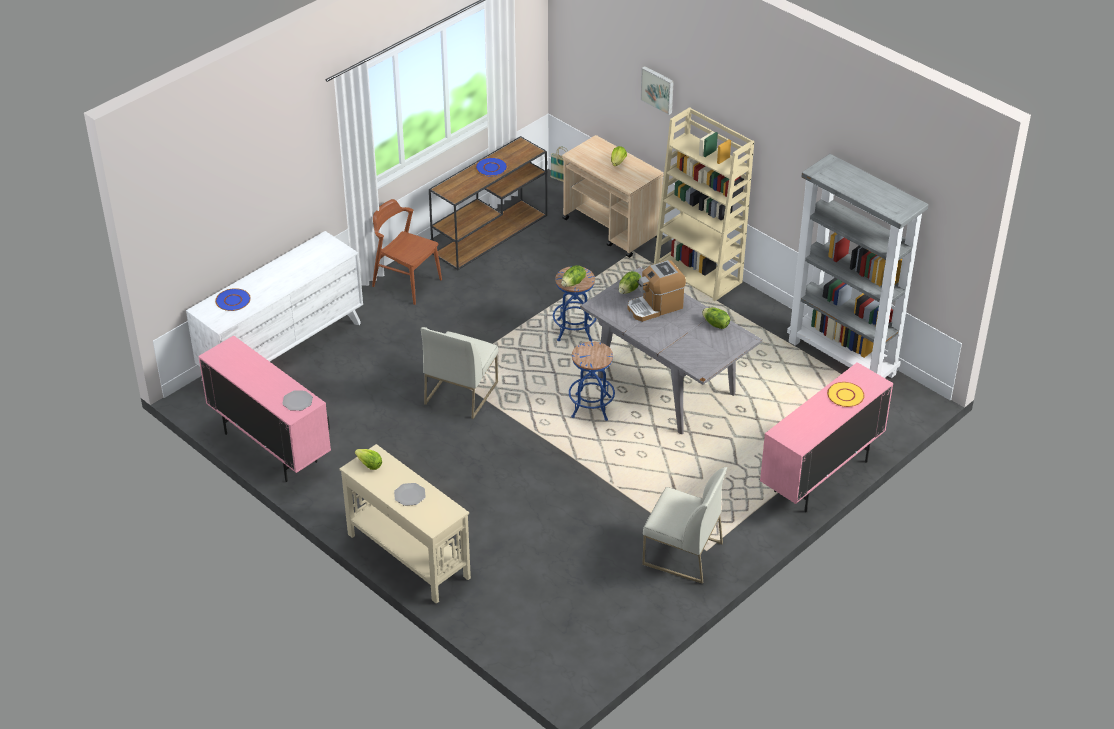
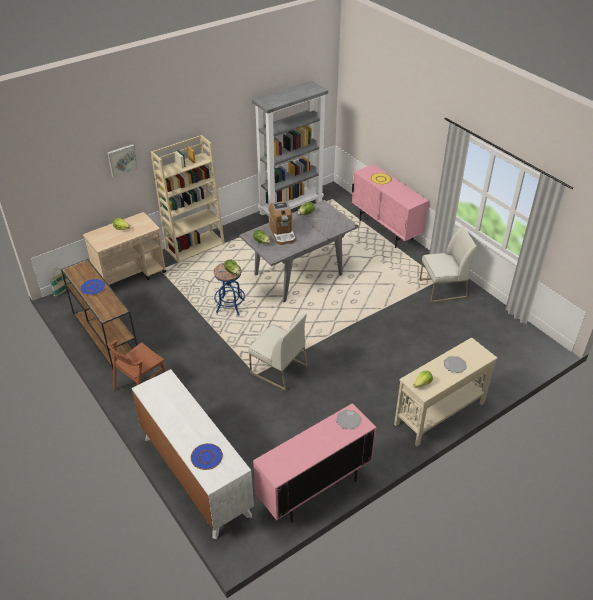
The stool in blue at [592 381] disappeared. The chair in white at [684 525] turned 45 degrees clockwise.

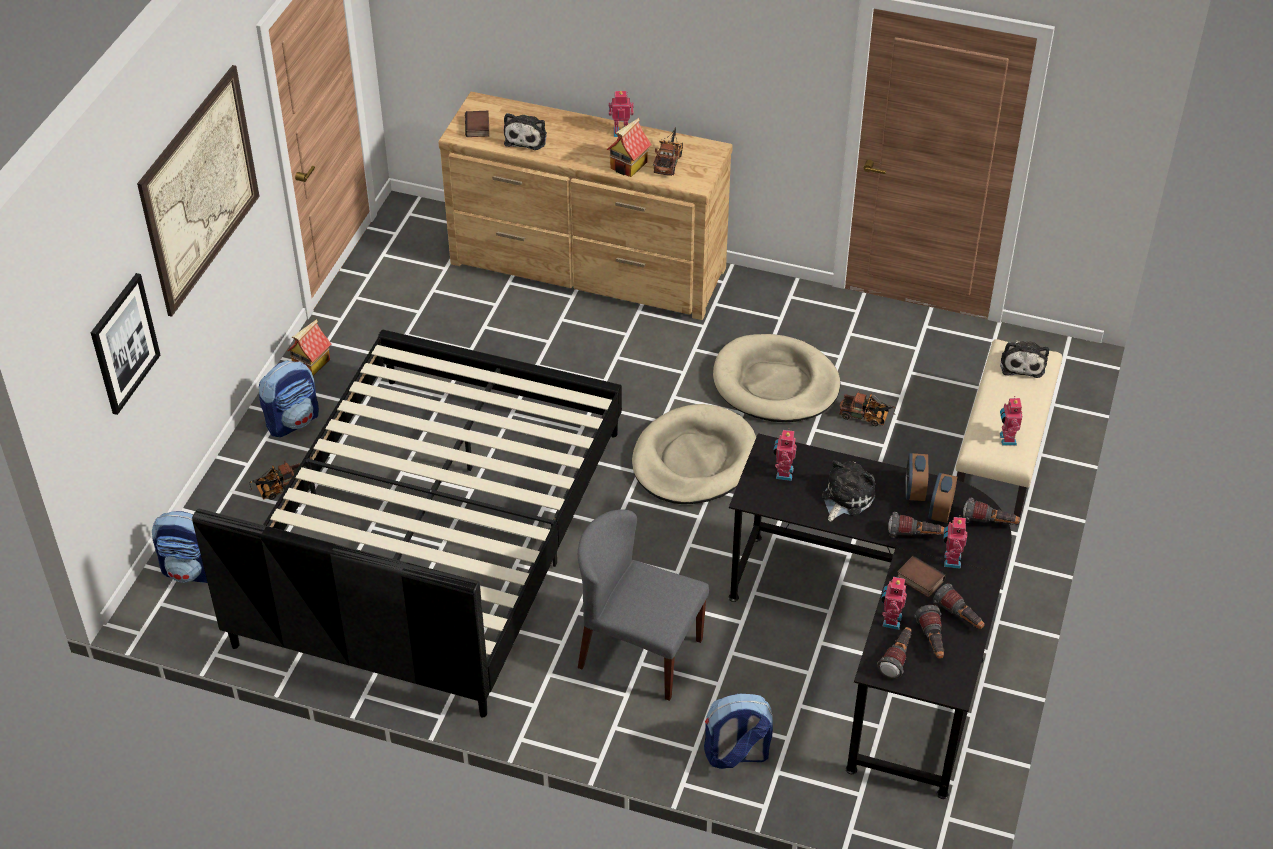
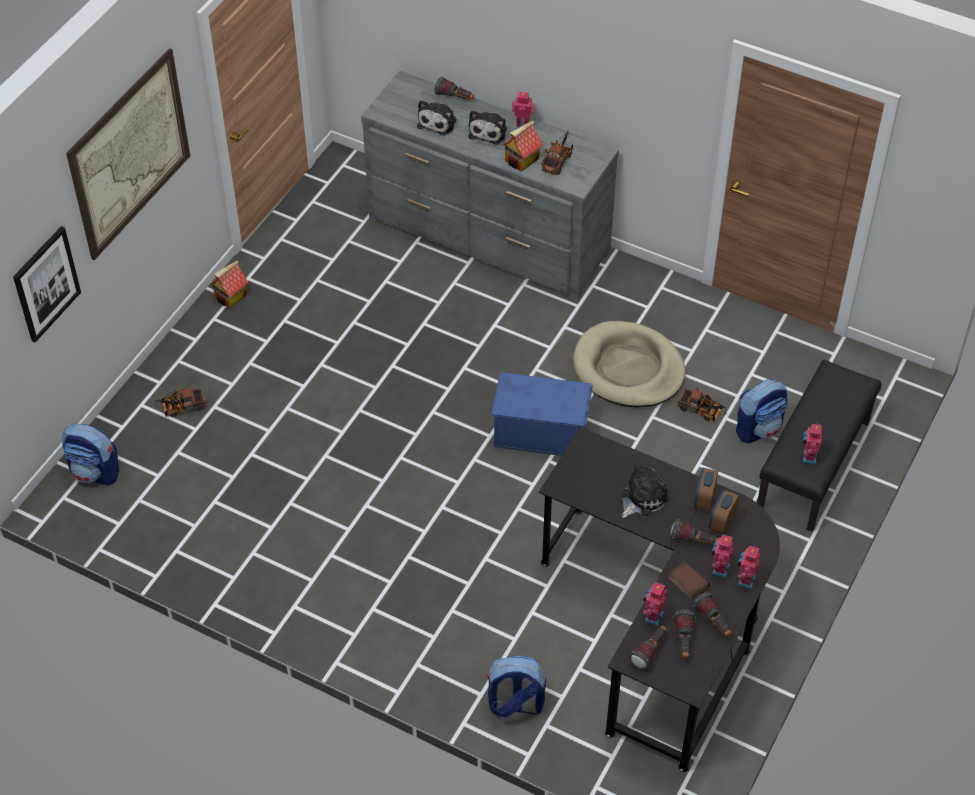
The bed in black at [407 524] disappeared. The backpack moved from [289 398] to [762 411]. The dresser in brown at [585 206] became the dresser in grey at [490 185]. The book at [477 124] disappeared. The chair in grey at [643 605] disappeared. The dog bed in beige at [694 454] was replaced by the storage box in blue at [542 414]. The toy robot moved from [784 454] to [749 567]. The bench in beige at [1009 432] became the bench in black at [819 446]. The flashlight moved from [991 511] to [455 88]. The plush toy moved from [1024 359] to [487 127].

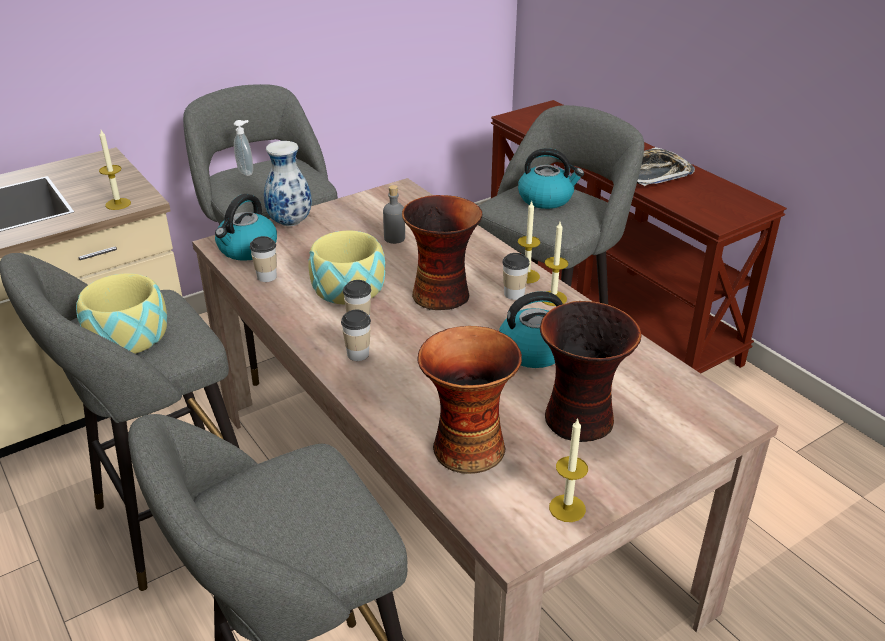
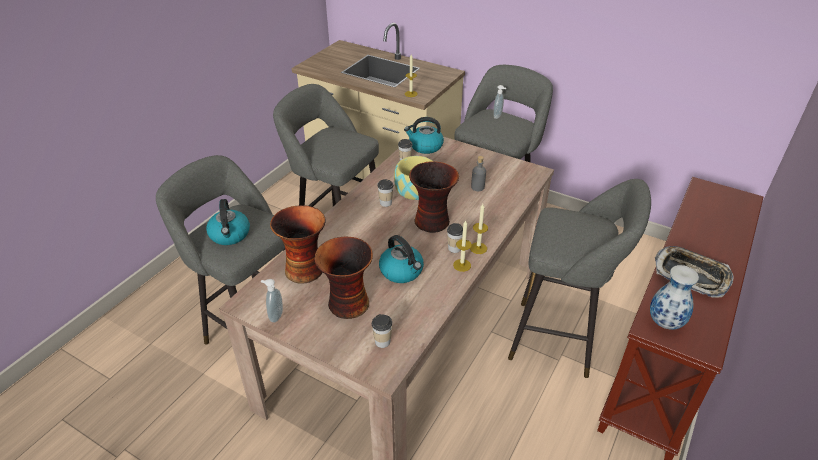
The bowl at [121 313] disappeared. The vase moved from [288 183] to [674 297]. The cup moved from [356 335] to [382 331]. The kettle moved from [551 178] to [228 222]. The candle at [568 470] was replaced by the soap dispenser at [272 301].

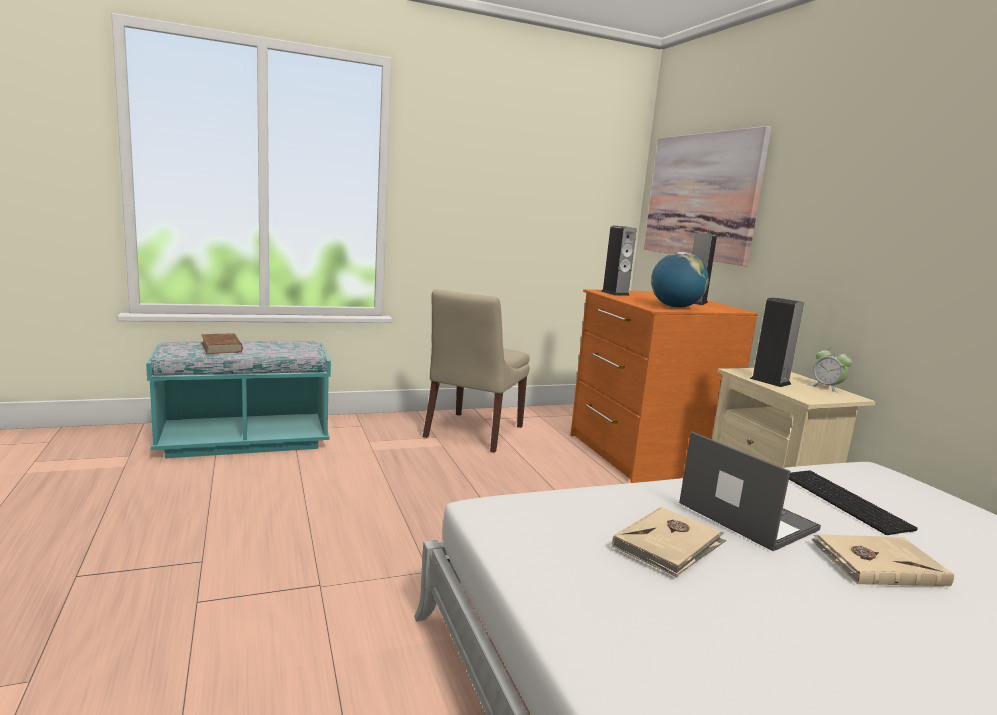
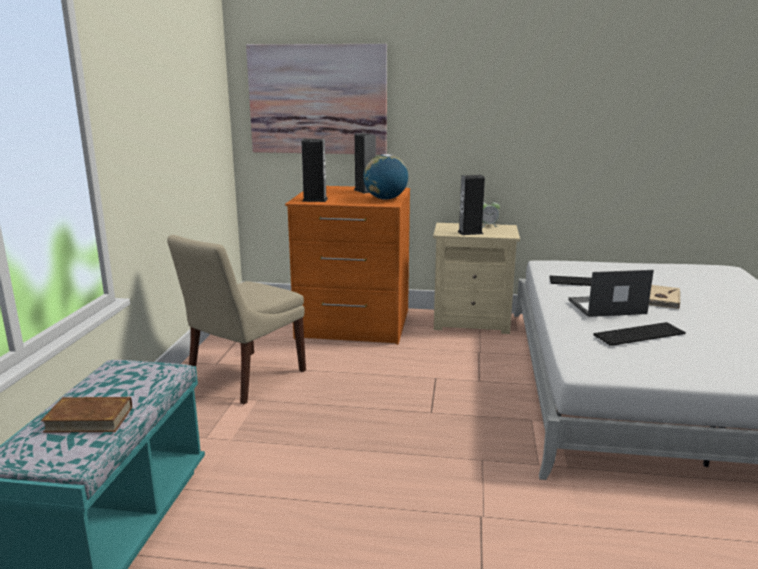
The chair in beige at [476 371] turned 75 degrees clockwise. The book in beige at [669 542] was replaced by the keyboard at [639 334].

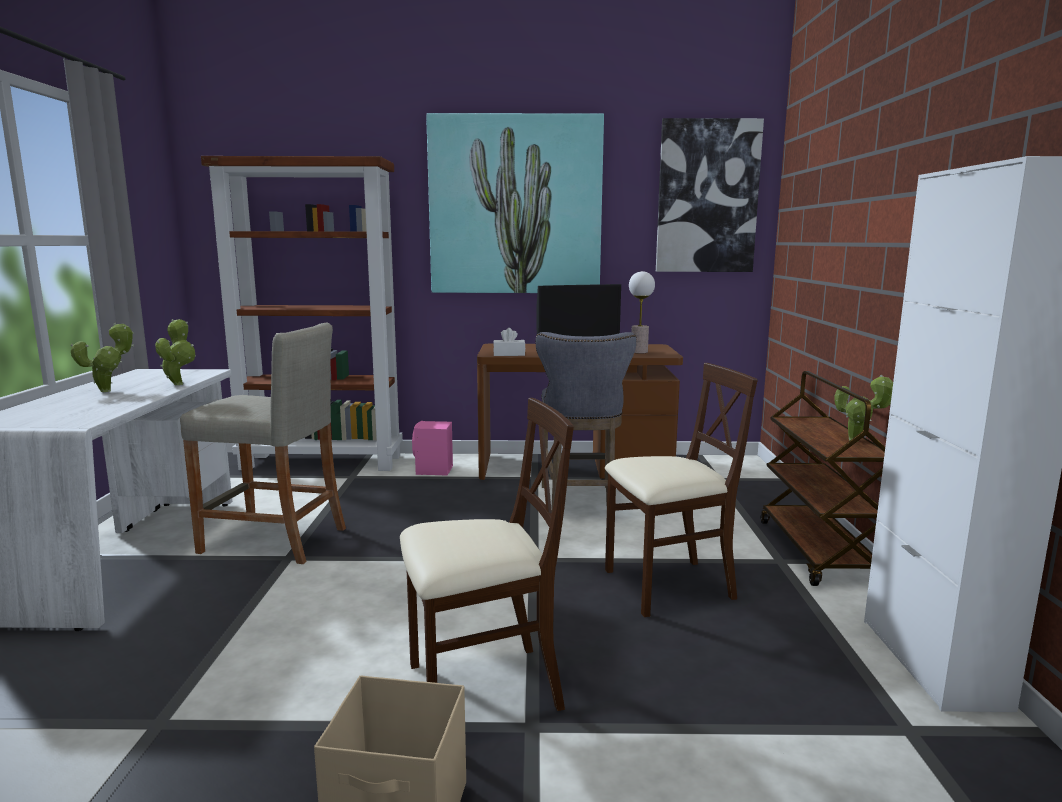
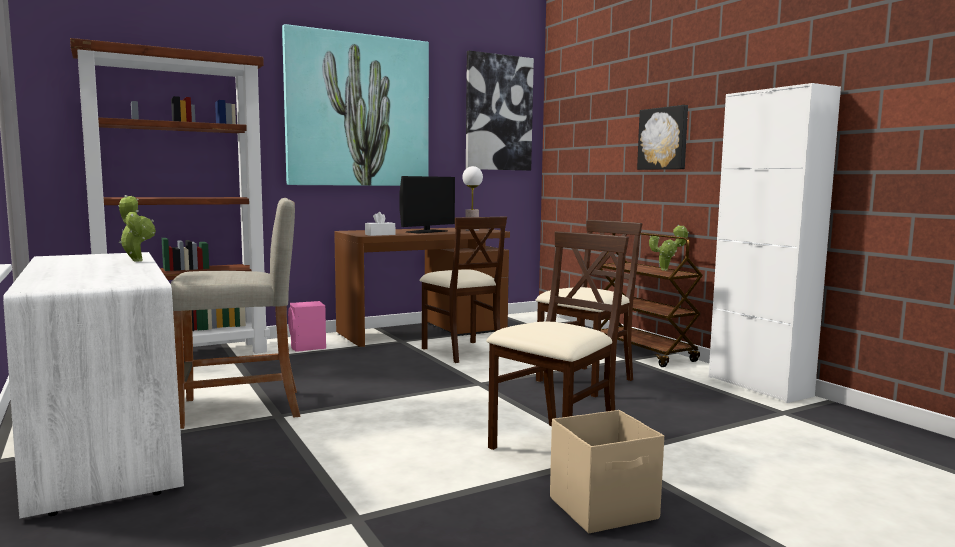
The potted plant at [102 357] disappeared. The stool in grey at [585 422] was replaced by the chair in beige at [463 289]. The picture at [662 137] appeared.

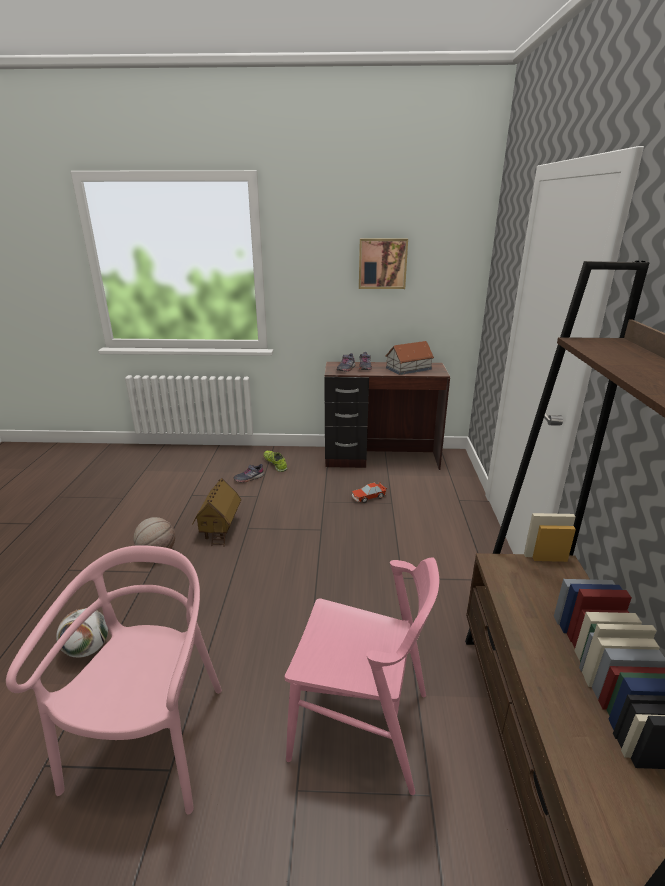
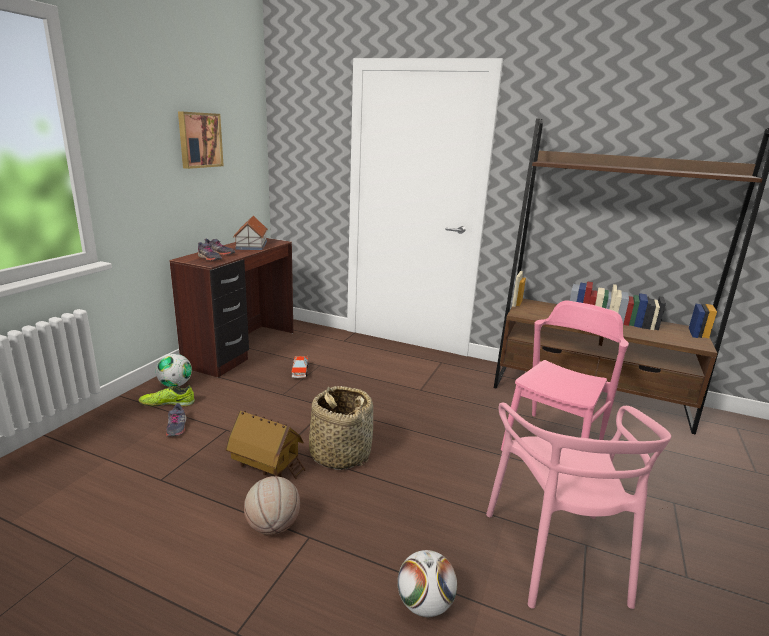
The chair in pink at [114 679] turned 120 degrees counterclockwise. The football at [174 370] appeared. The basket at [341 428] appeared.

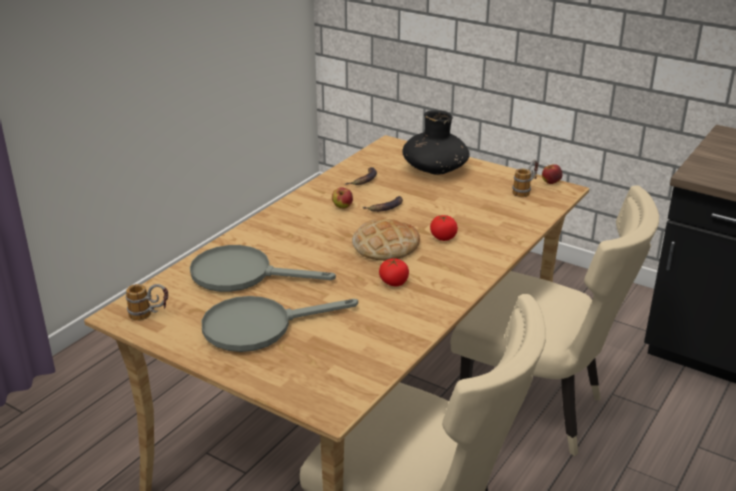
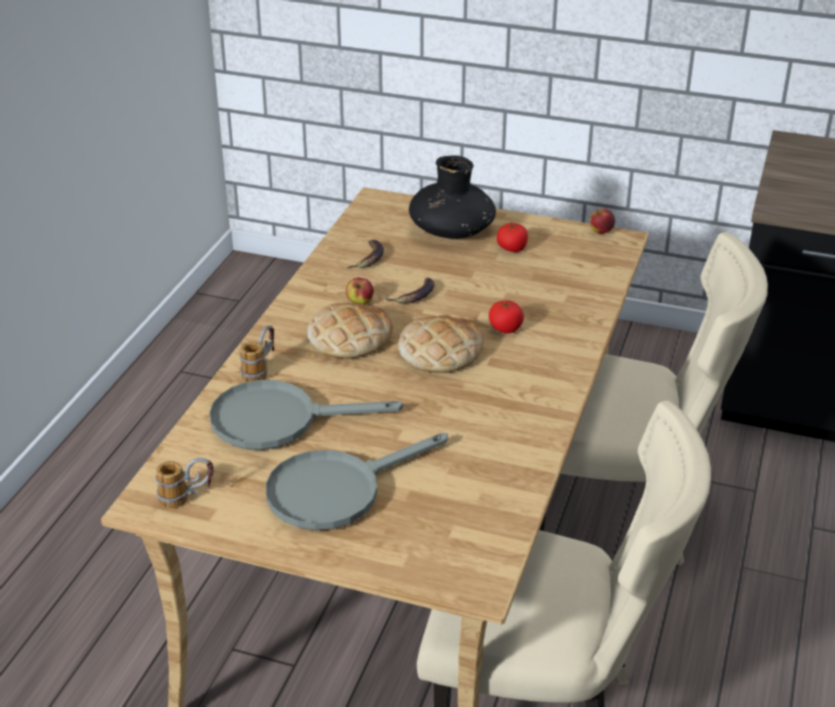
The tomato moved from [394 272] to [512 237]. The mug moved from [525 178] to [257 353]. The bread at [350 331] appeared.

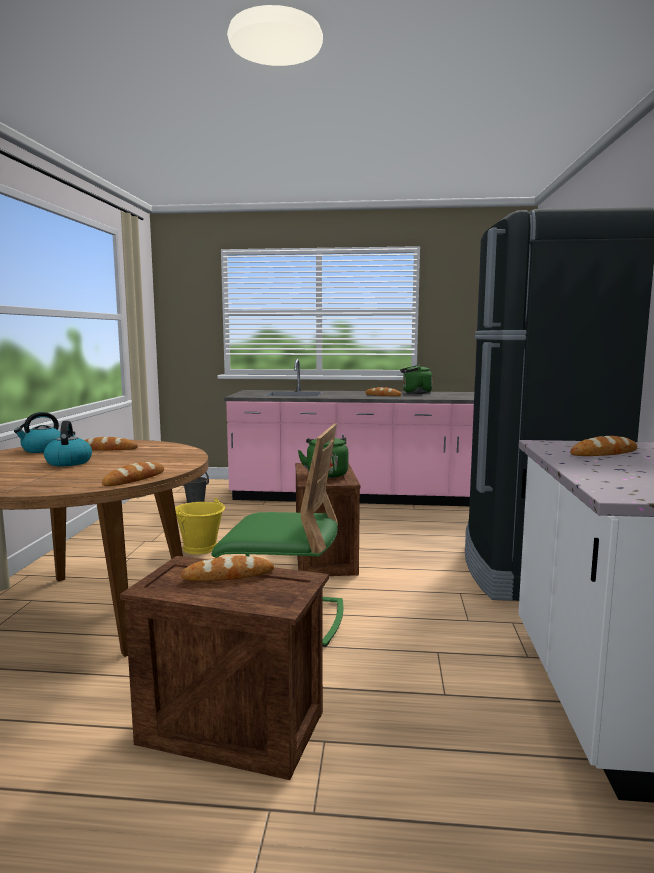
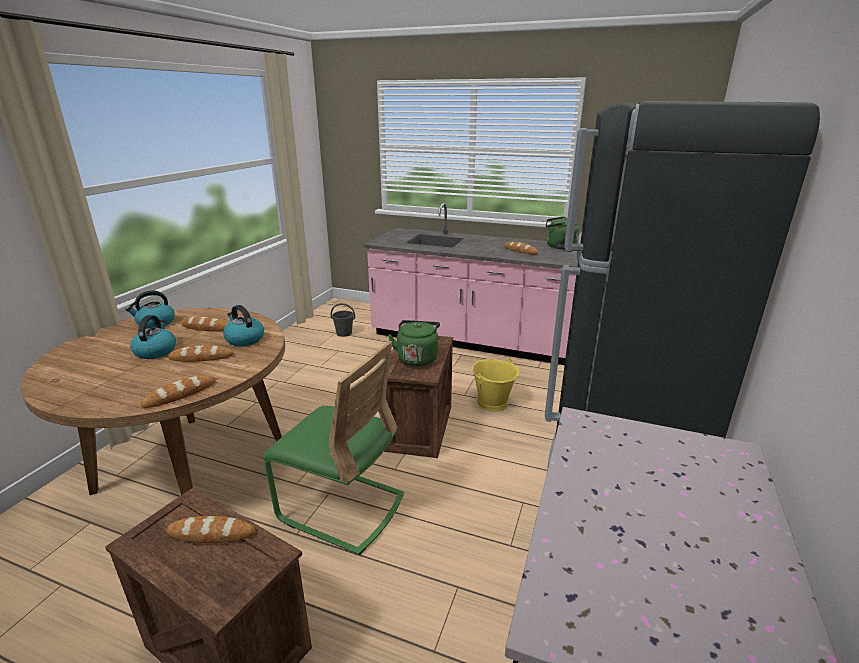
The bucket in yellow moved from [200 526] to [495 384]. The bread moved from [603 446] to [201 353]. The kettle at [243 325] appeared.

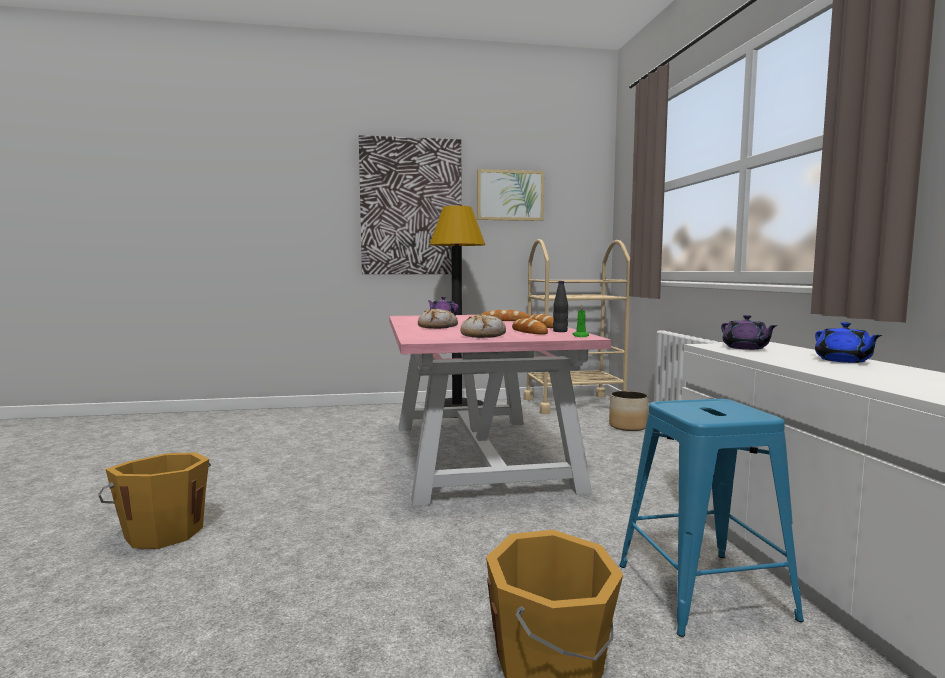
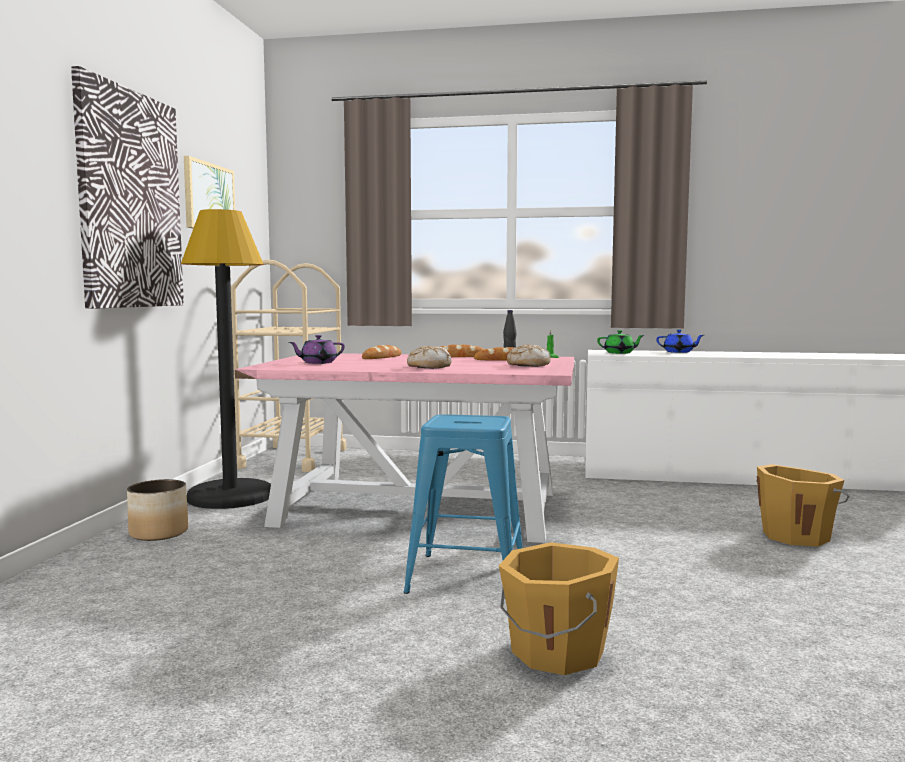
The planter moved from [629 411] to [157 510]. The stool in blue moved from [712 518] to [463 504]. The teapot in purple at [749 332] became the teapot in green at [620 342].

